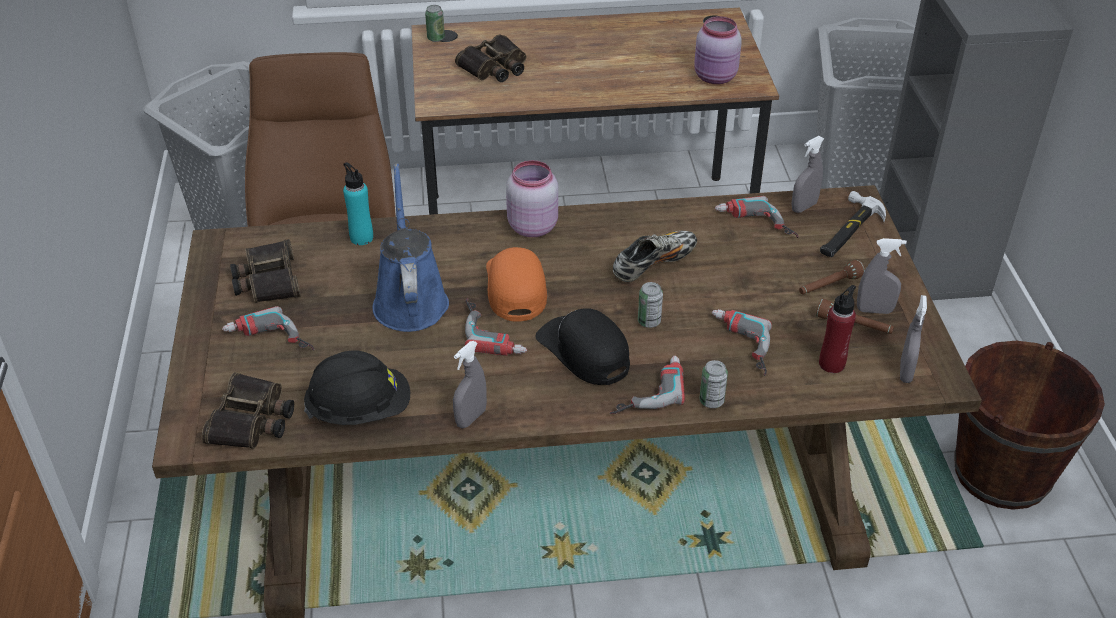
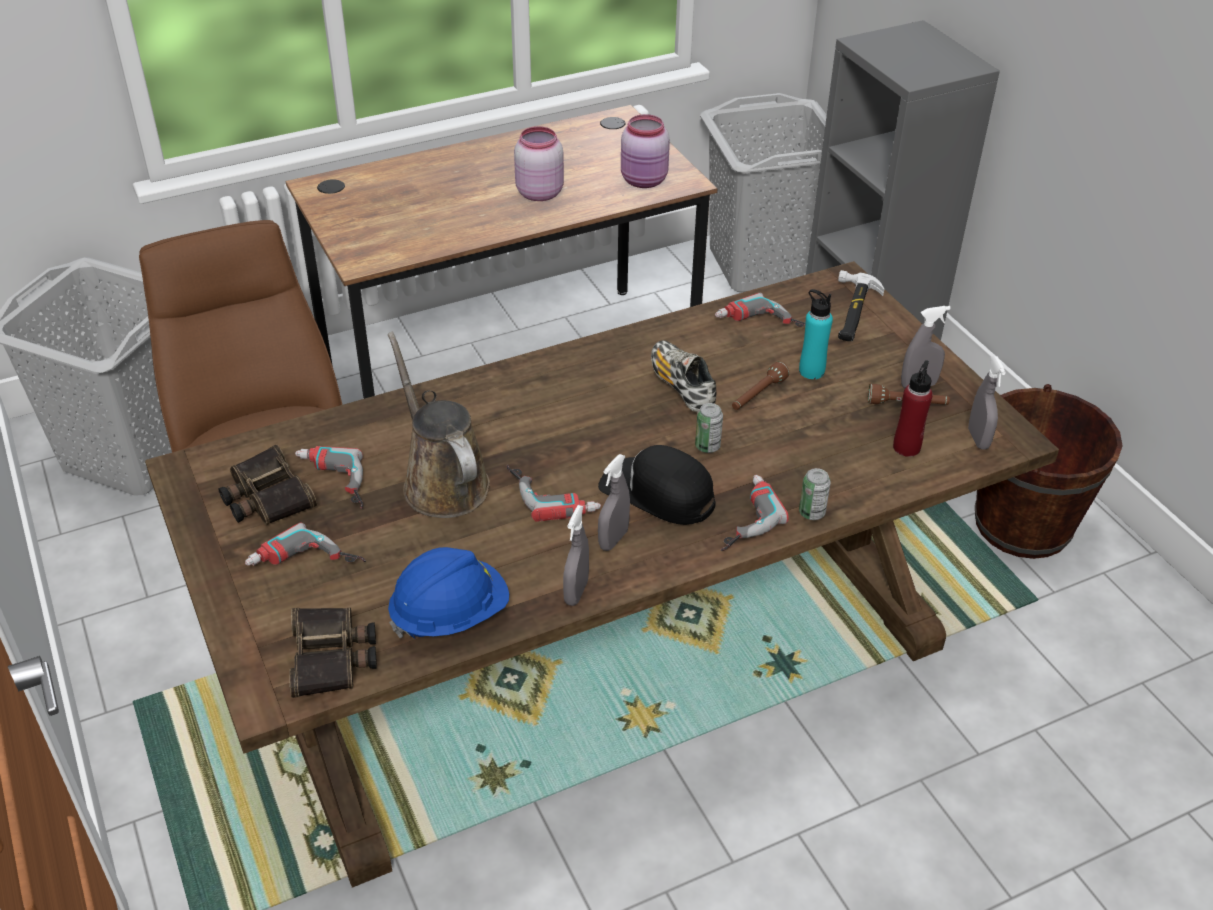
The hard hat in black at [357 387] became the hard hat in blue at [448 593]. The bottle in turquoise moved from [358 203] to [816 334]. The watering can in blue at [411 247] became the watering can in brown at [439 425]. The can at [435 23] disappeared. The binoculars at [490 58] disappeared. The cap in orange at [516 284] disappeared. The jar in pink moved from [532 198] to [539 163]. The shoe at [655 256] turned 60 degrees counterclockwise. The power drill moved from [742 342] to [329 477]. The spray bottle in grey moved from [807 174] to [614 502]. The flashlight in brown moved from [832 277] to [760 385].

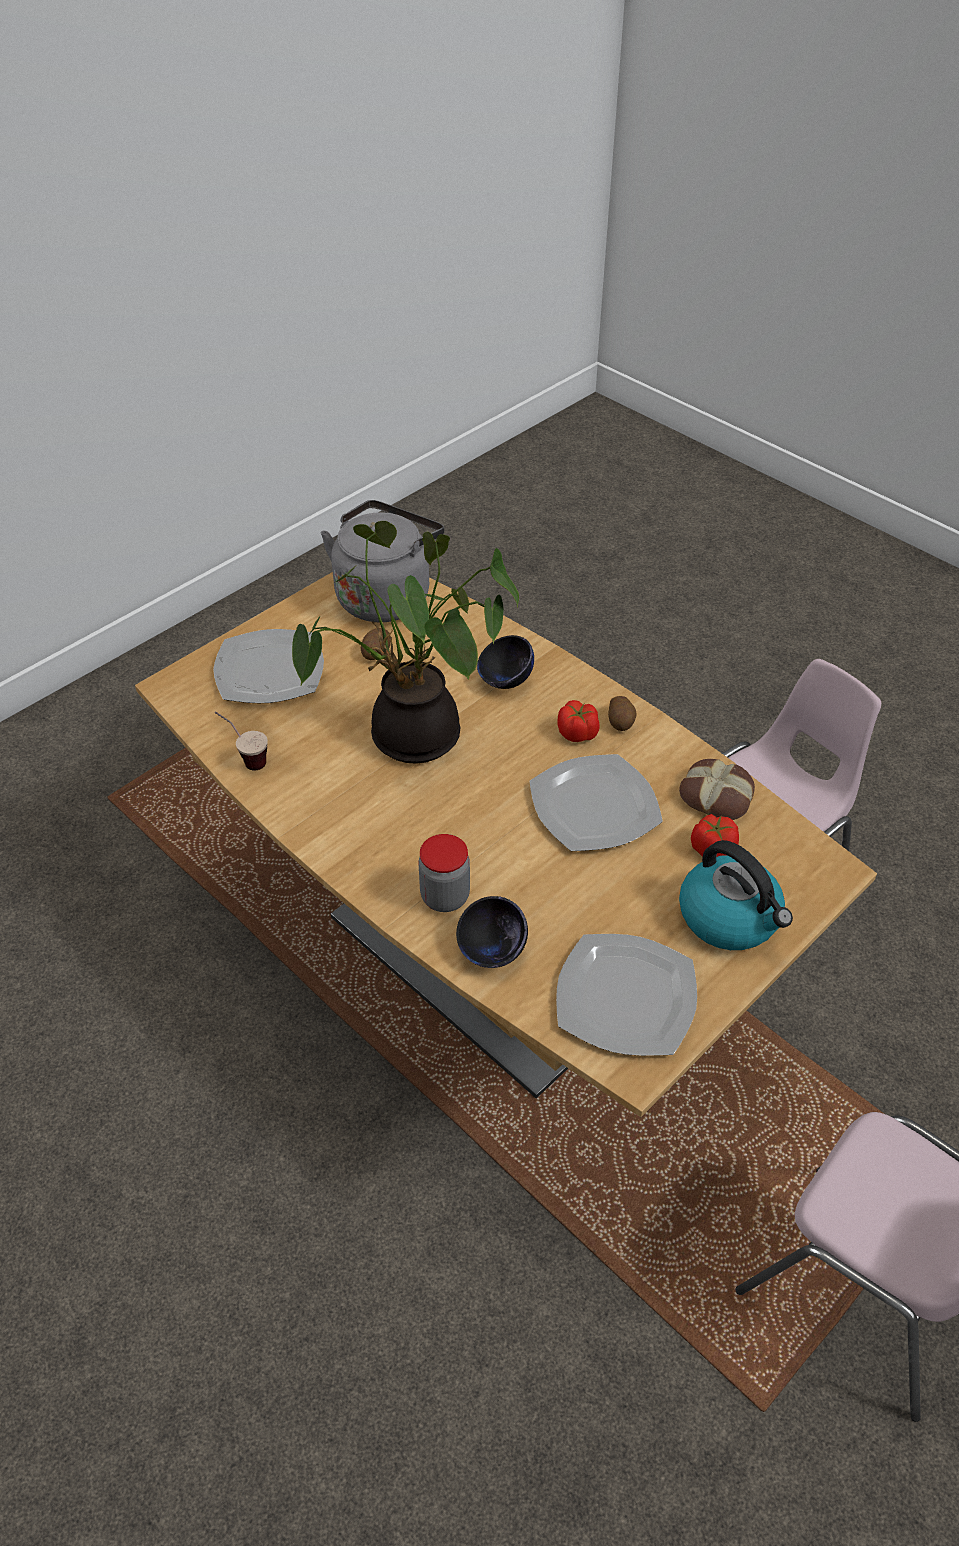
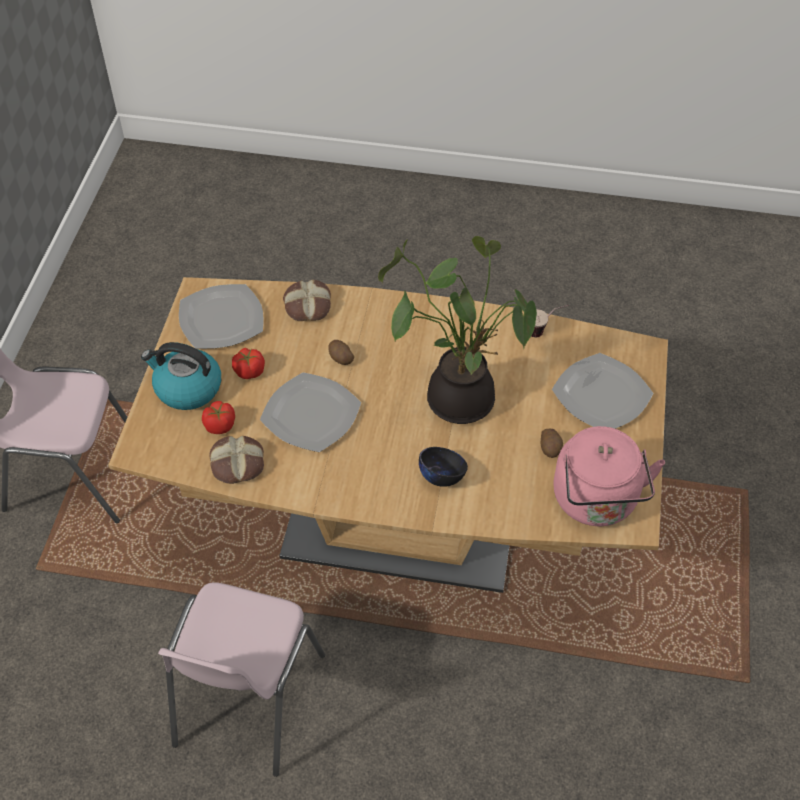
The kettle in grey at [382 561] became the kettle in pink at [609 476]. The jar at [444 873] disappeared. The bowl in black at [492 932] was replaced by the bread at [307 300]. The tomato moved from [578 721] to [248 363]. The potato moved from [622 713] to [341 352].

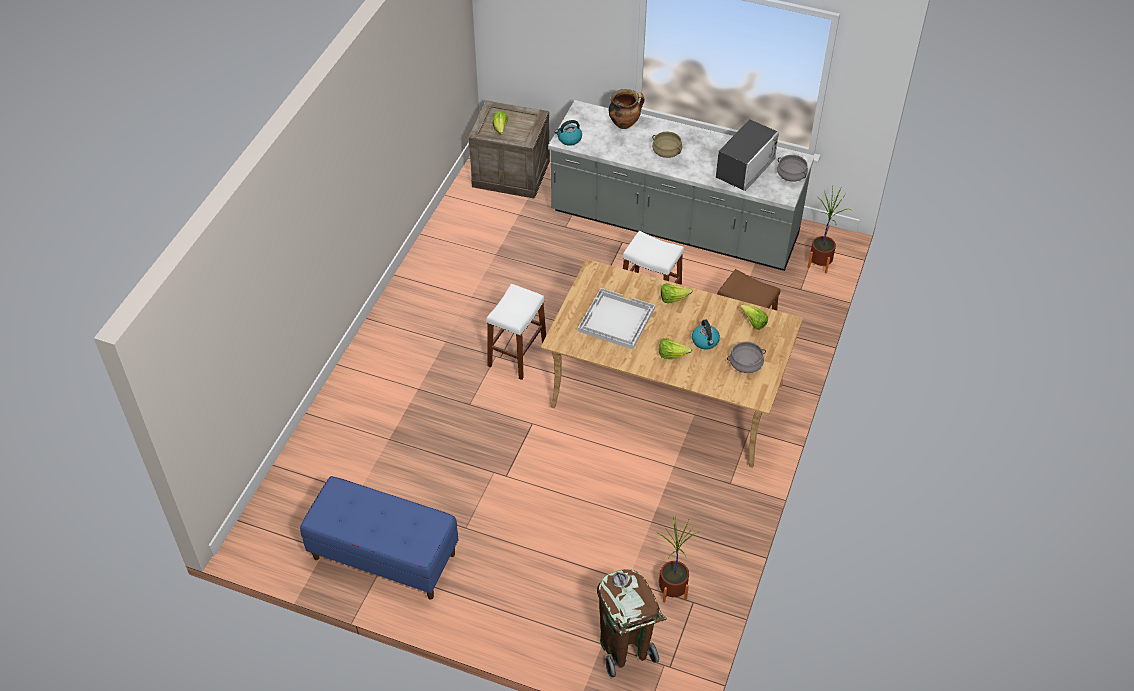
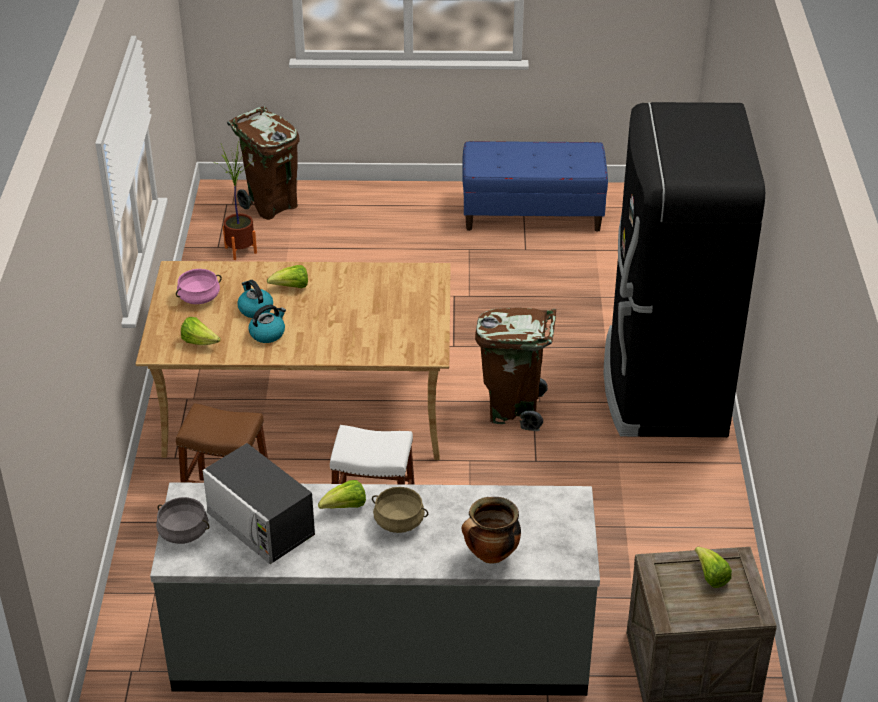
The stool in white at [516 332] was replaced by the trash can in brown at [515 369]. The kettle moved from [568 133] to [267 324]. The tray in white at [616 319] disappeared. The lettuce moved from [676 293] to [342 494]. The microwave at [747 155] turned 60 degrees counterclockwise. The cooking pot in grey at [746 357] became the cooking pot in pink at [199 286]. The potted plant at [828 231] disappeared. The fridge in black at [684 269] appeared.

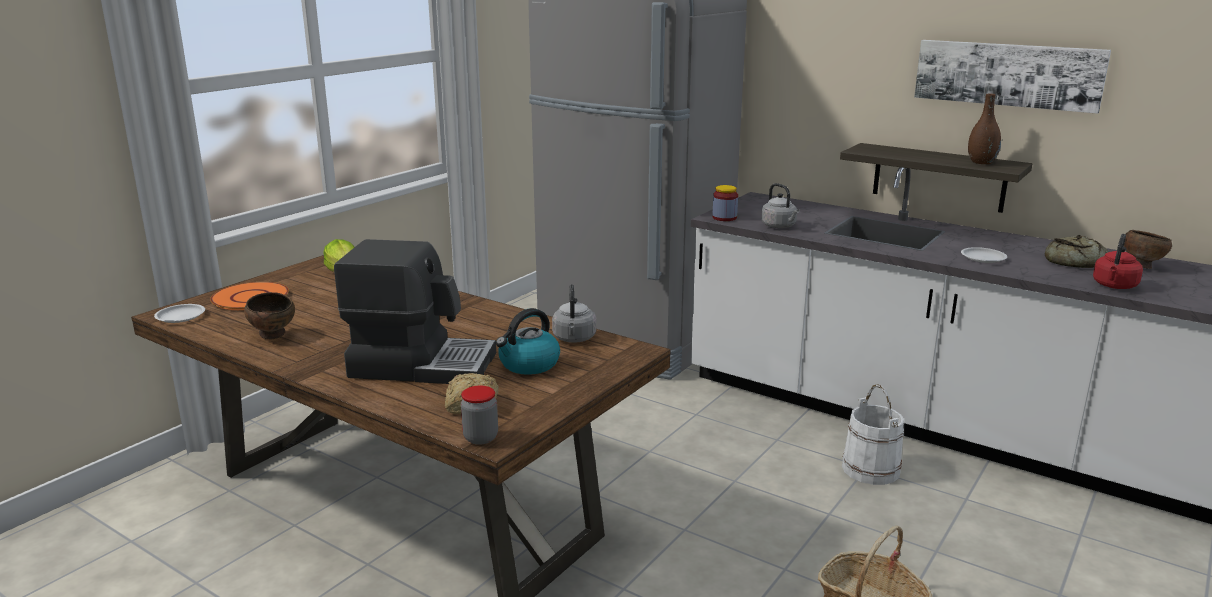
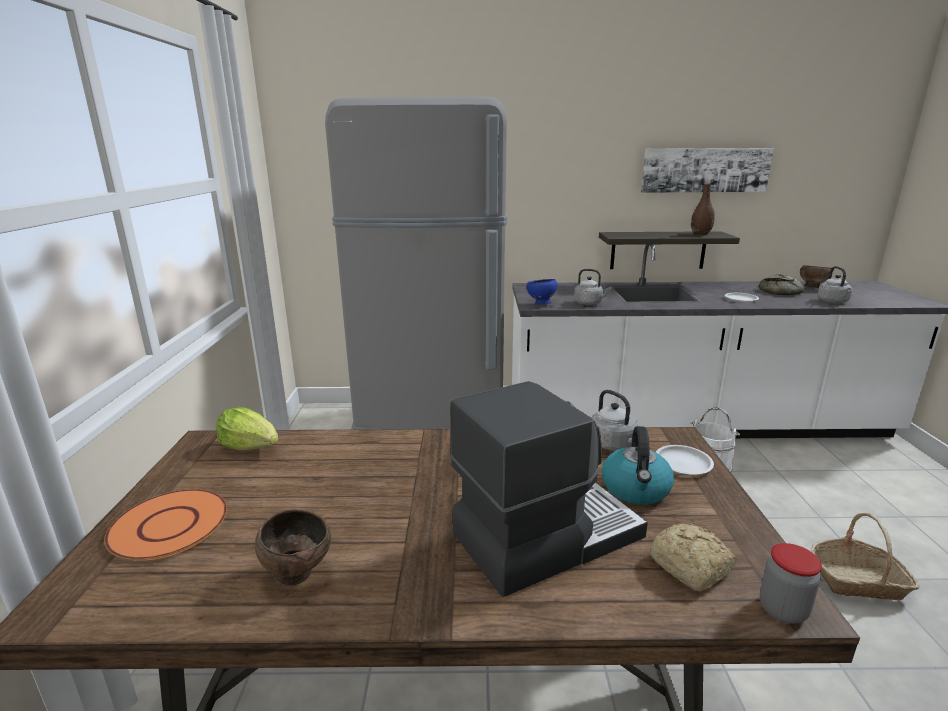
The plate in white moved from [179 313] to [685 460]. The jar at [725 203] was replaced by the bowl in blue at [542 292]. The kettle in red at [1118 261] became the kettle in grey at [834 284].

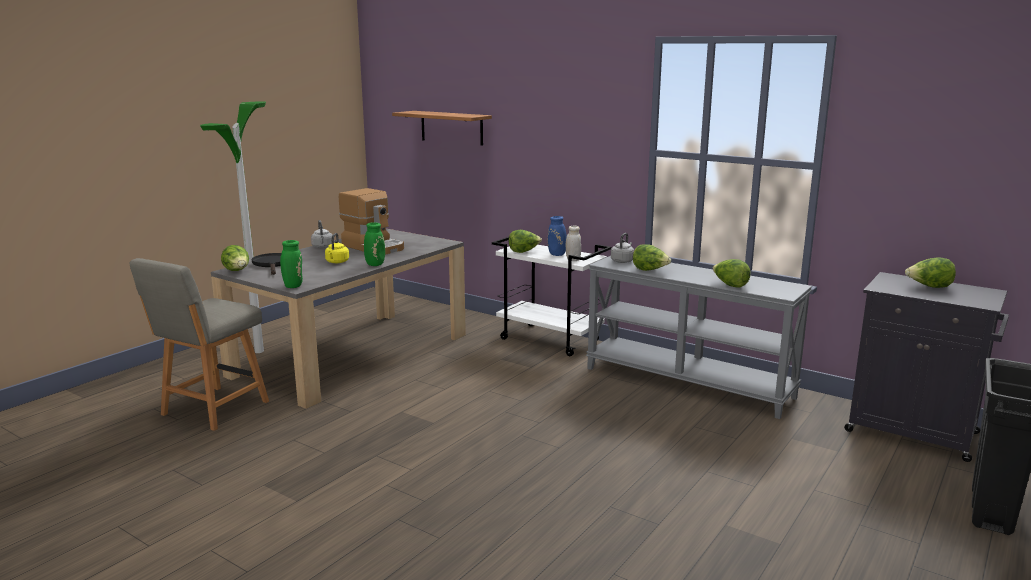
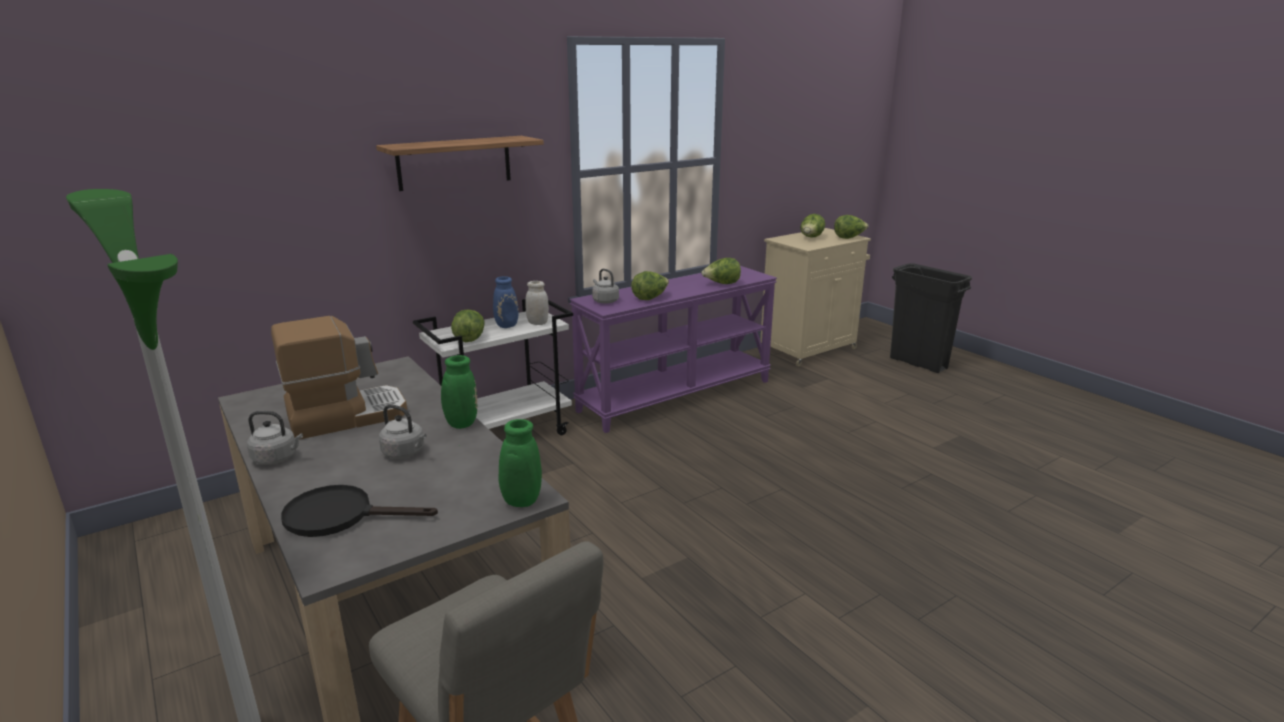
The lettuce moved from [235 258] to [851 227]. The kettle in yellow at [337 248] became the kettle in grey at [402 431]. The shelf moved from [442 128] to [460 163]. The console table in grey at [699 337] became the console table in purple at [673 349]. The cabinet in black at [926 367] became the cabinet in beige at [815 297].

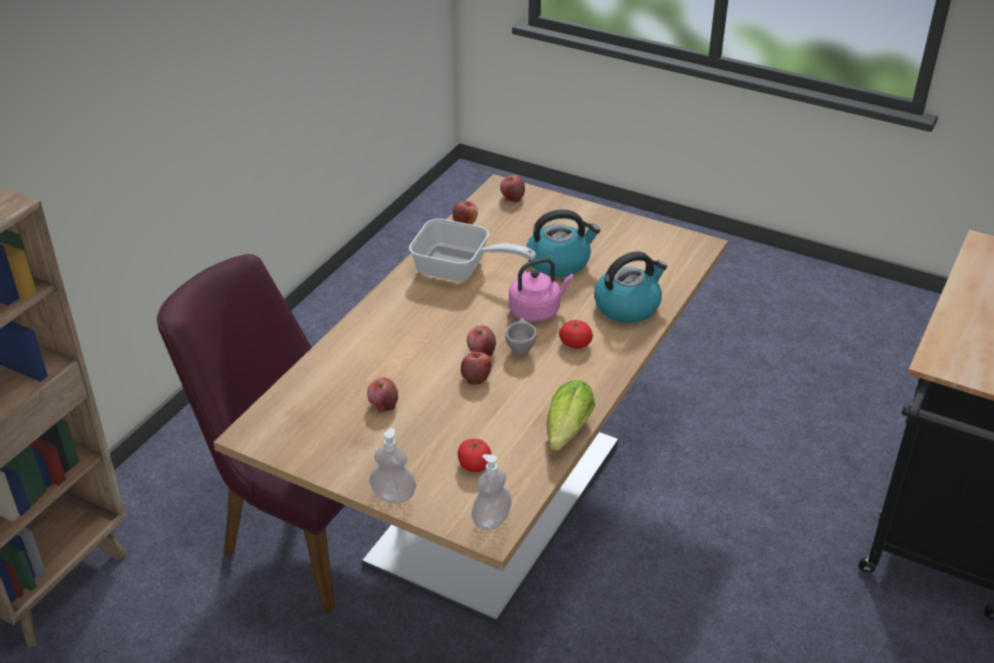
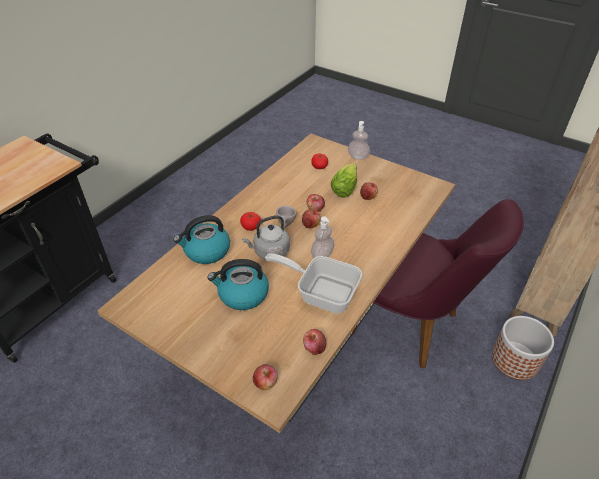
The soap dispenser moved from [492 492] to [322 237]. The kettle in pink at [541 290] became the kettle in grey at [266 237]. The lettuce moved from [571 415] to [344 180]. The planter at [523 348] appeared.

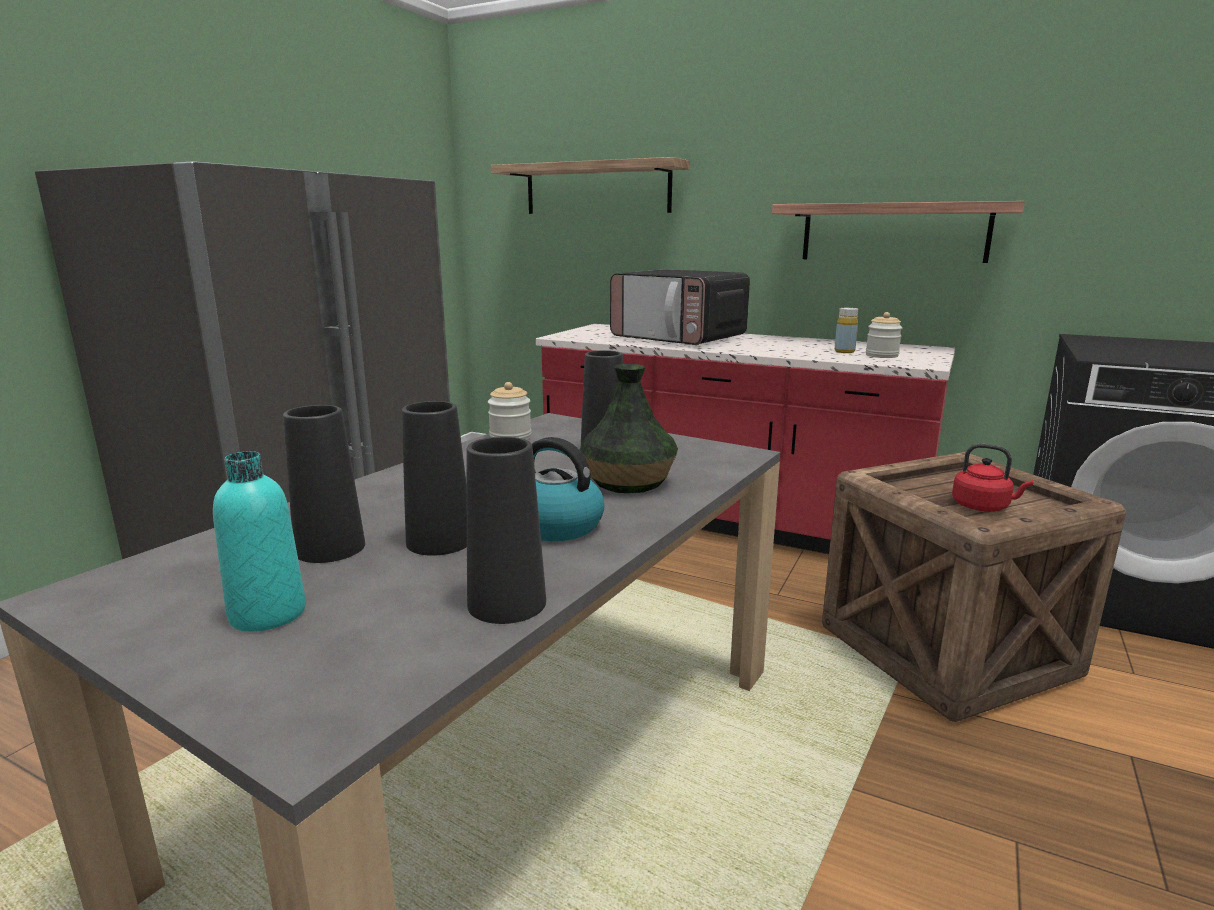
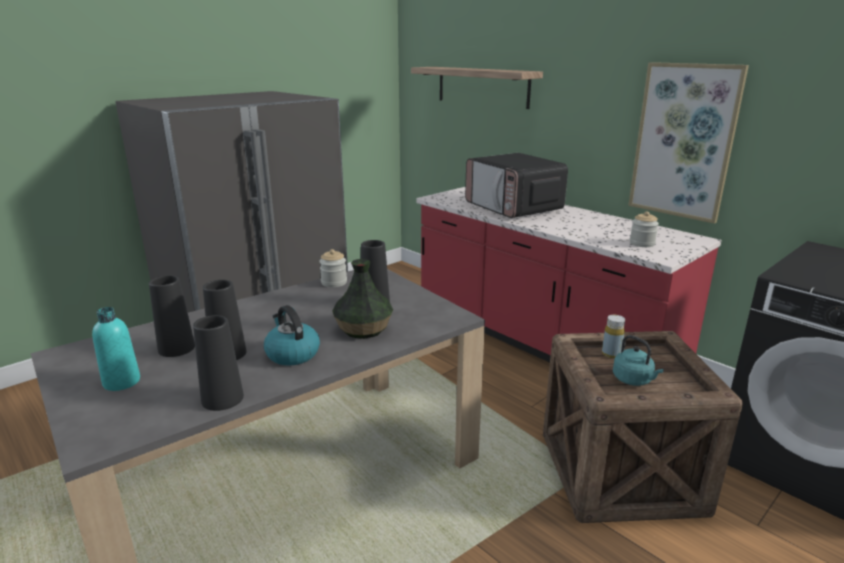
The shelf at [898 232] was replaced by the picture at [688 143]. The bottle in yellow moved from [846 330] to [613 336]. The kettle in red at [993 478] became the kettle in turquoise at [638 360].

